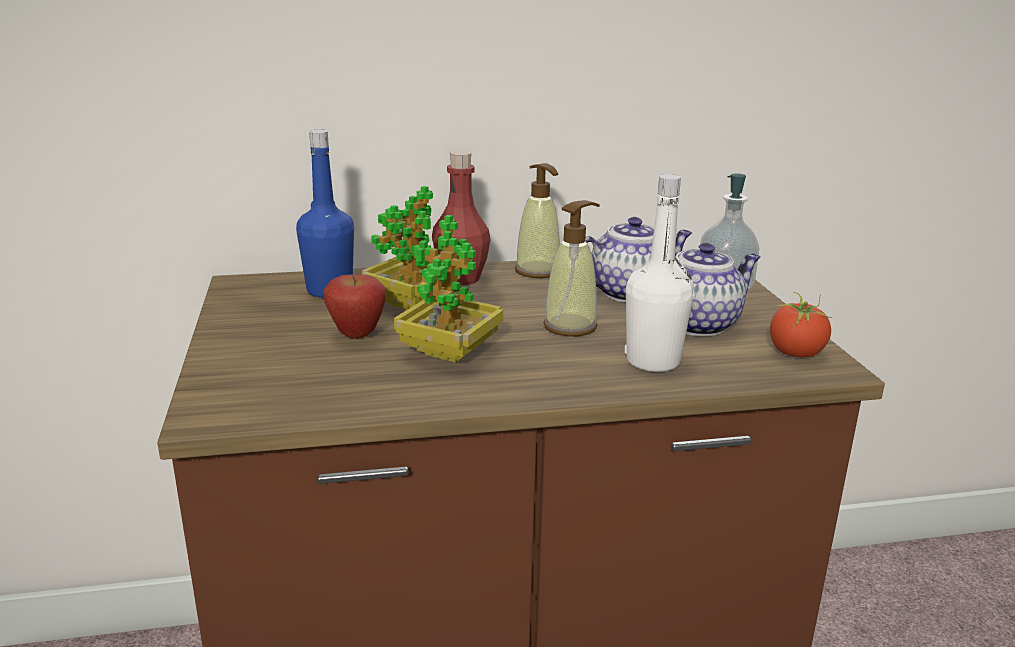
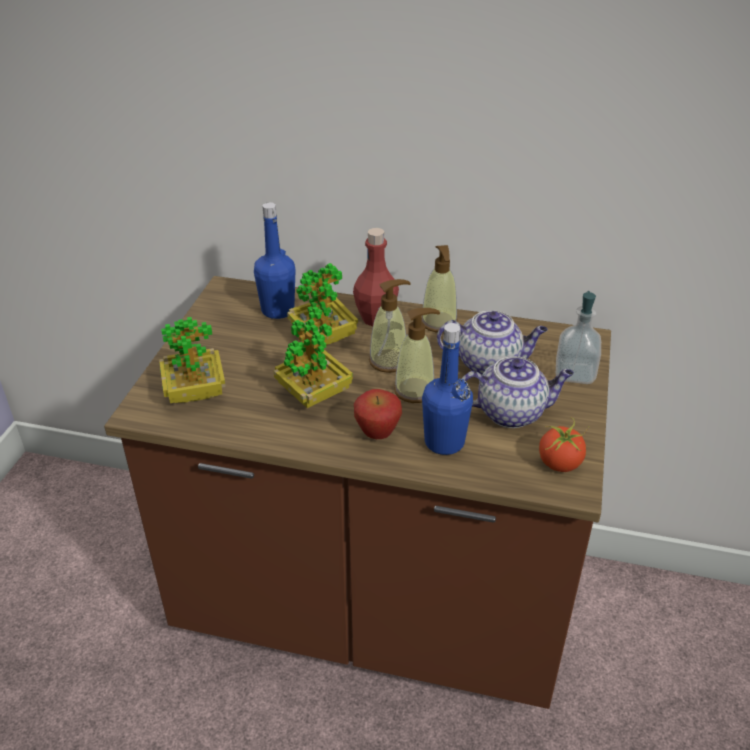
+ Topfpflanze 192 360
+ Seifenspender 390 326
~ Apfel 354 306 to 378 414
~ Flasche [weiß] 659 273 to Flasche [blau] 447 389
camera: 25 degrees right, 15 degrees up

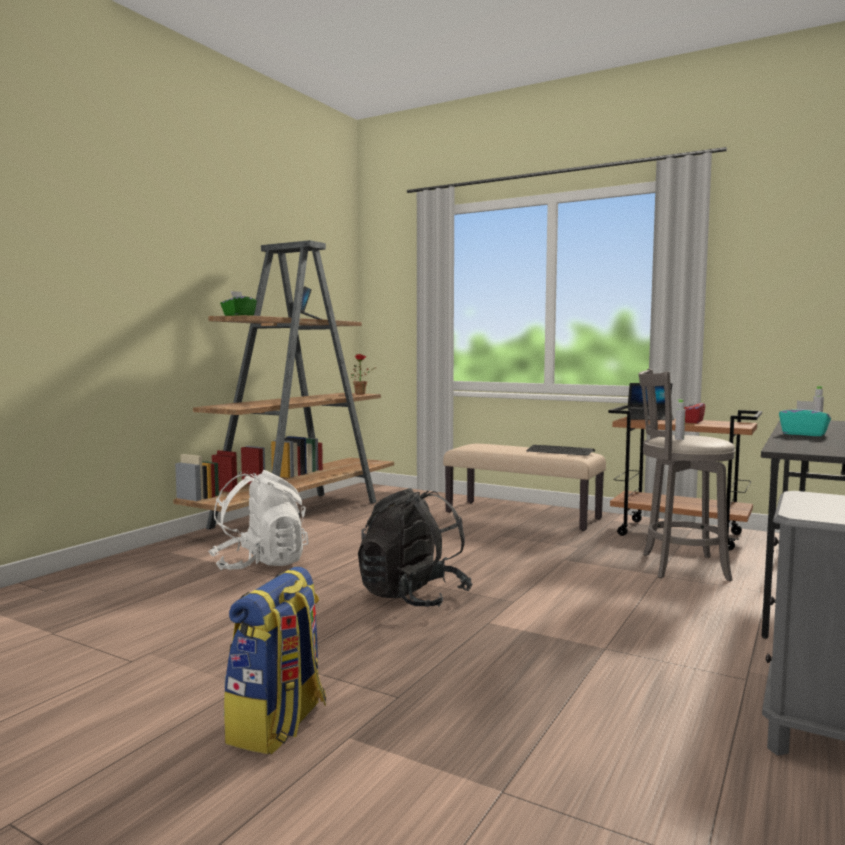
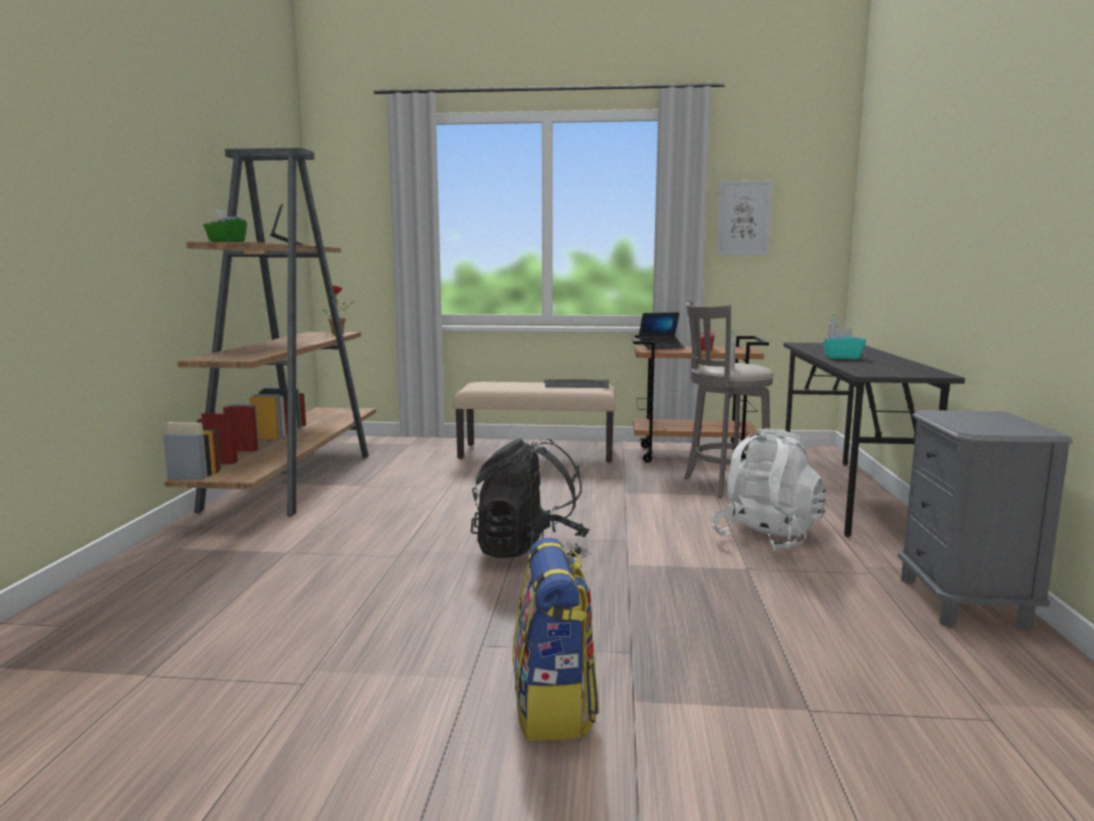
+ Bild 744 218
~ Rucksack [weiß] 258 520 to 768 489
camera: 25 degrees left, 5 degrees up

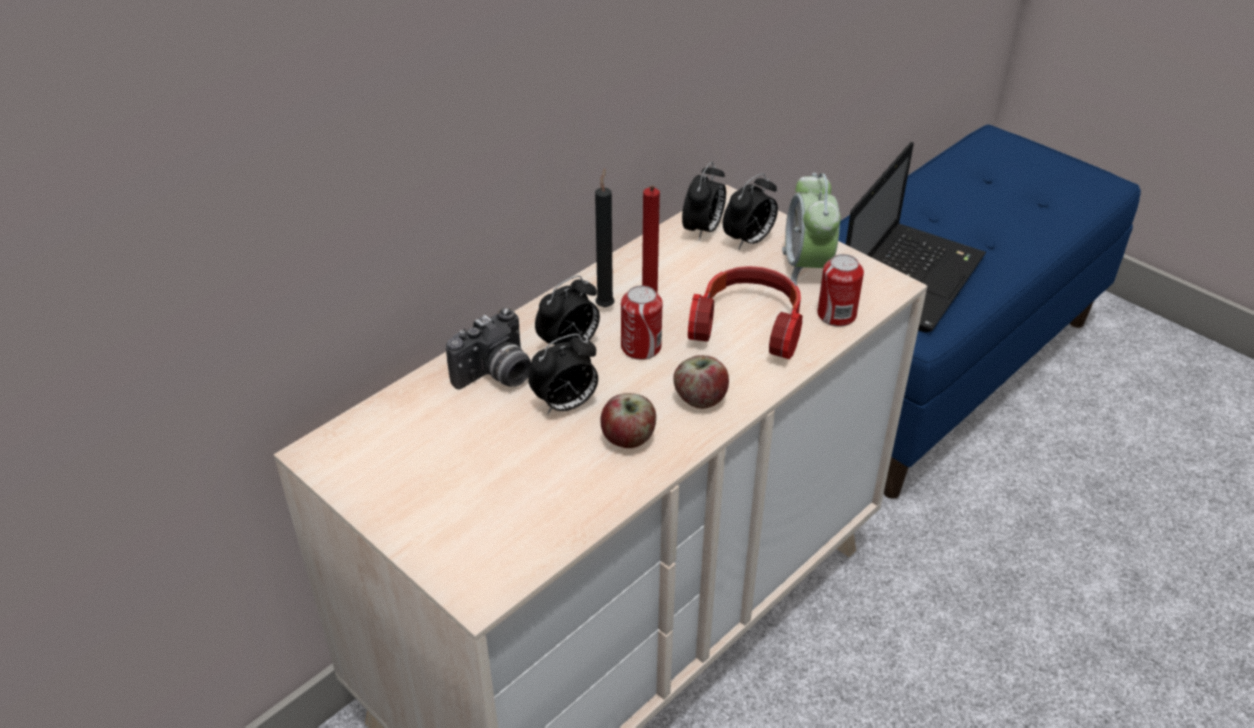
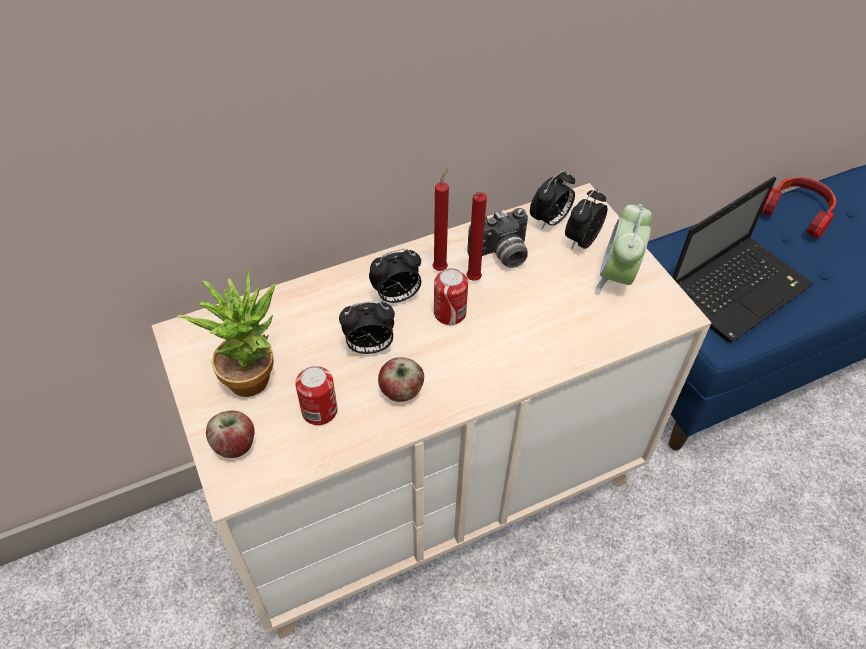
+ Topfpflanze 226 332
~ Kamera 488 349 to 497 238
~ Apfel 701 382 to 230 434
~ Kopfhörer 745 312 to 799 208
~ Dose 840 290 to 316 395
~ Kerze [schwarz] 604 237 to Kerze [rot] 441 219
~ Wecker 750 211 = 586 218 150 degrees clockwise
camera: 20 degrees right, 10 degrees up

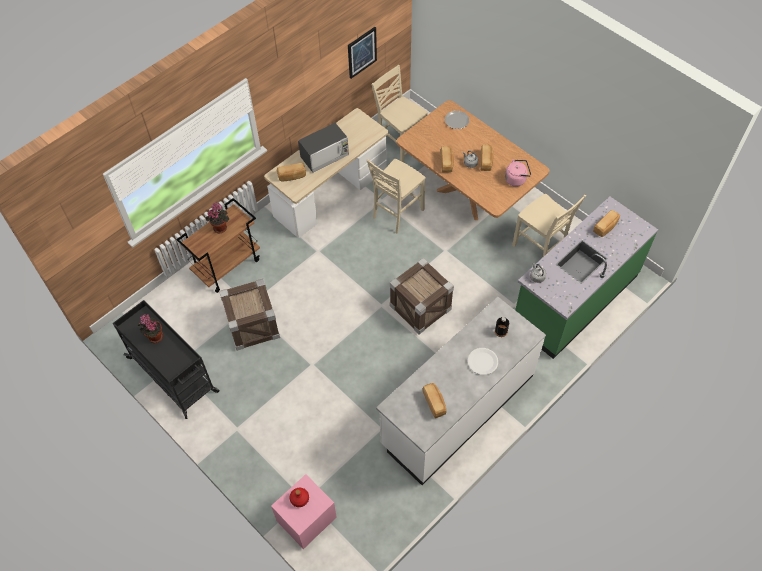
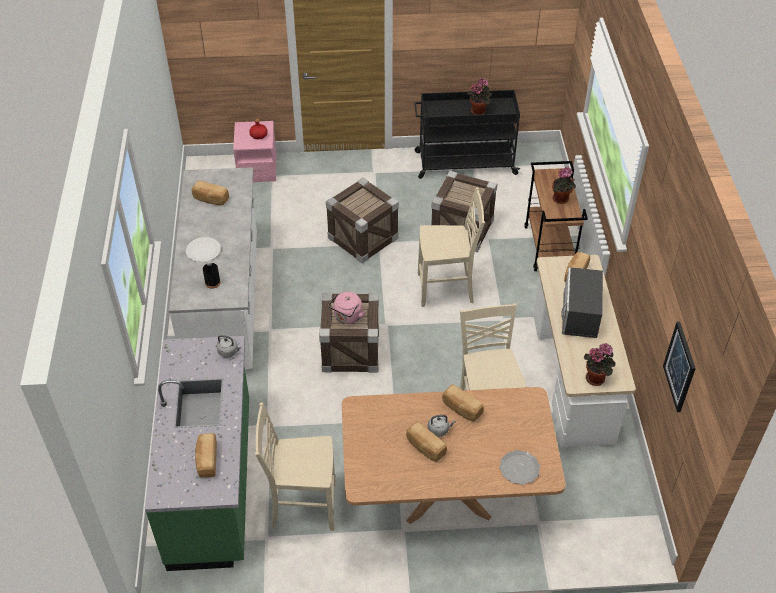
+ Kiste 362 220
+ Topfpflanze 600 364
~ Stuhl [beige] 399 114 to 451 247
~ Wasserkessel [rosa] 518 173 to 346 308
camera: 130 degrees right, 10 degrees down

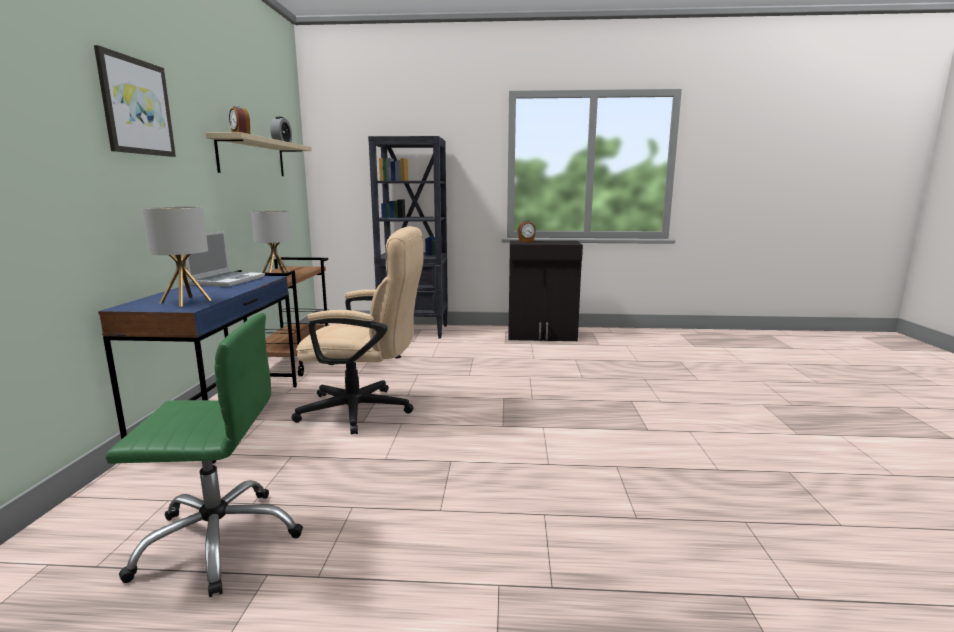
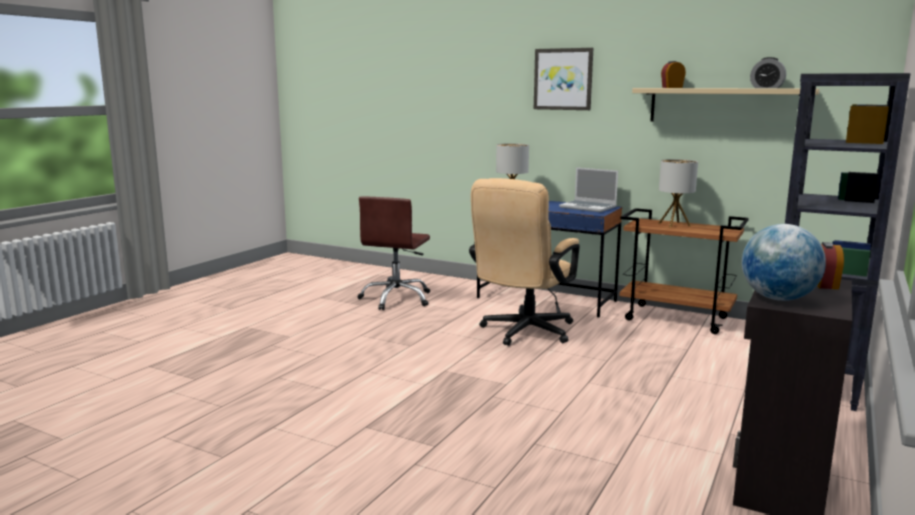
+ Globus 784 262
~ Bürostuhl [grün] 204 455 to Bürostuhl [braun] 393 253
camera: 115 degrees right, 0 degrees up

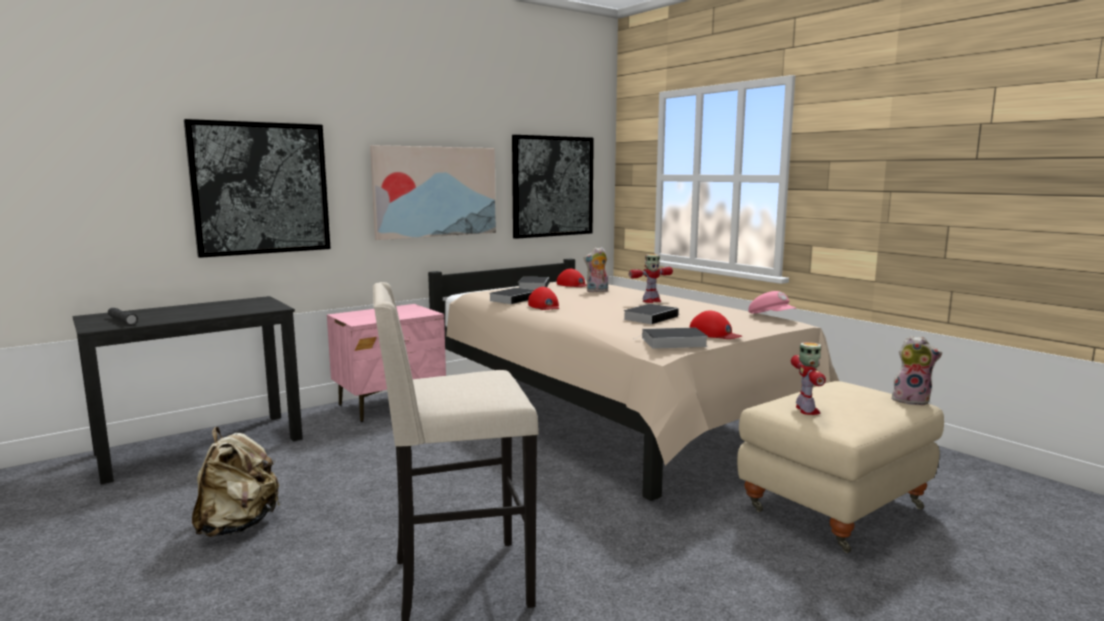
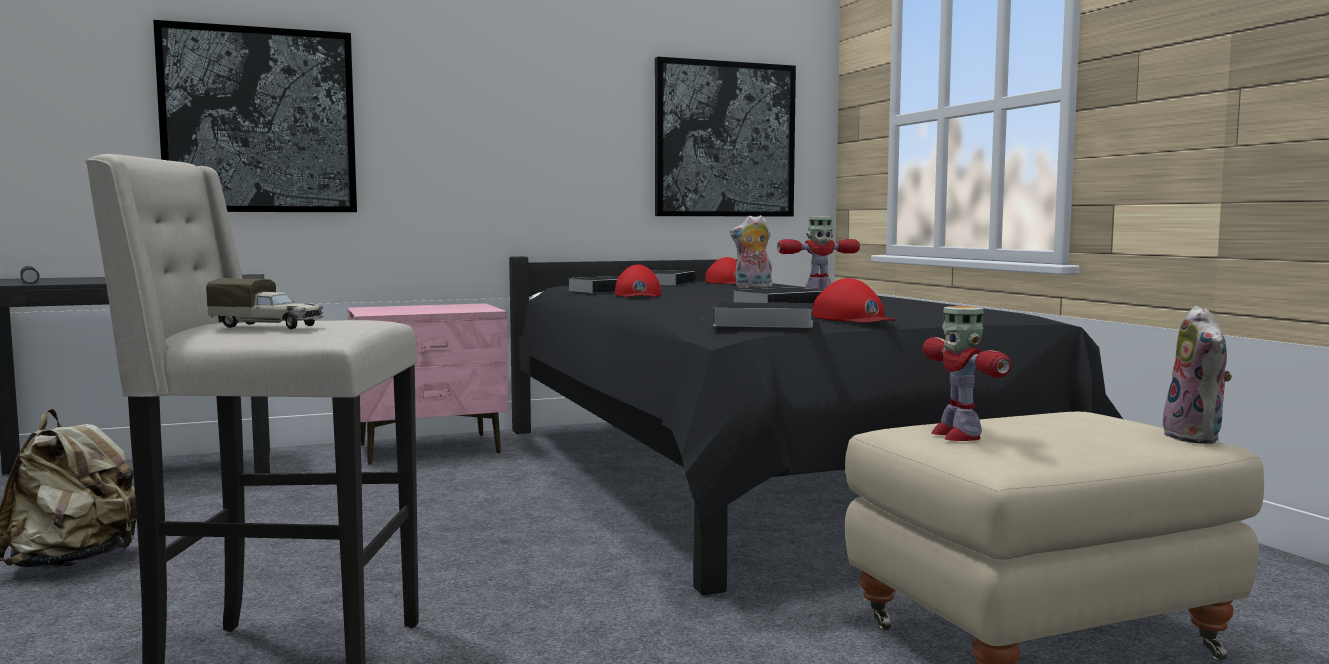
- Bild 433 192
- Kappe [rosa] 772 302
+ Spielzeuglaster 265 303
~ Bett [beige] 633 379 to Bett [schwarz] 816 425
~ Spielzeugroboter 808 378 = 966 373 150 degrees clockwise
~ Plüschtier 917 370 = 1197 375 60 degrees clockwise
camera: 15 degrees right, 5 degrees down

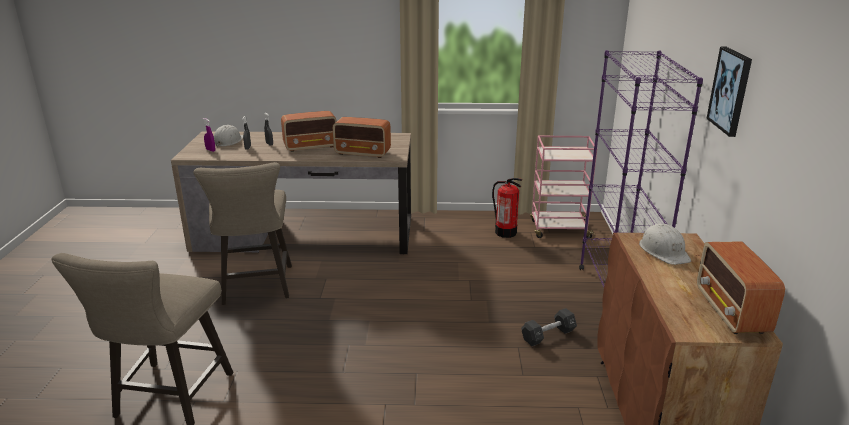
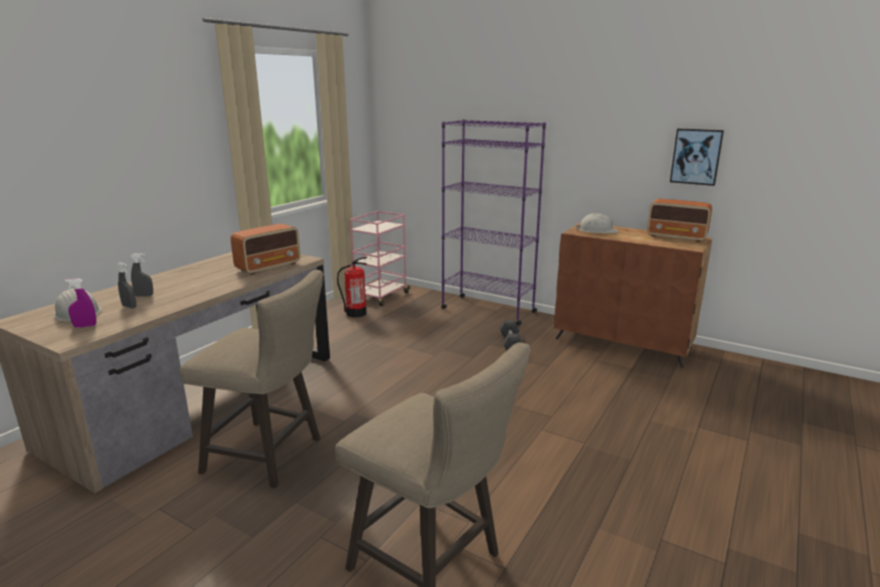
- Radio 309 131
~ Bild 729 92 to 697 157
camera: 60 degrees left, 5 degrees down

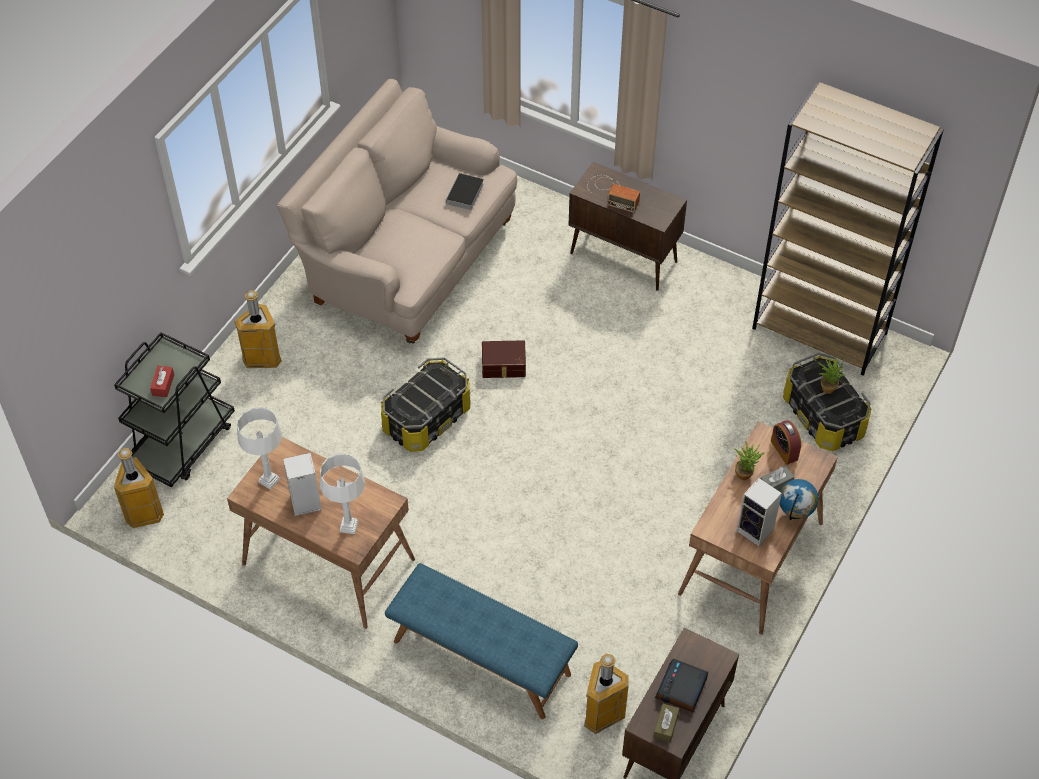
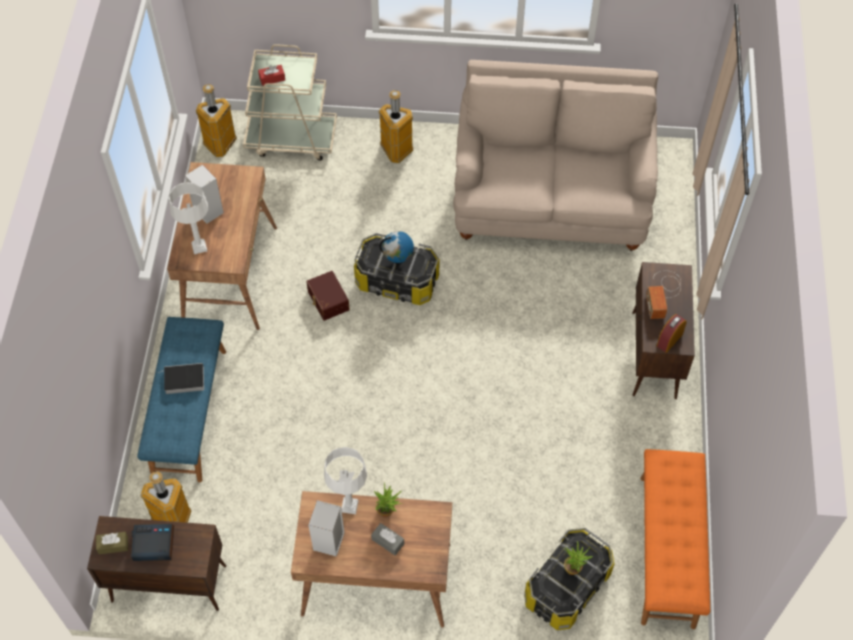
~ Tischlampe [weiß] 259 448 to 345 480
~ Buch 464 191 to 181 378
~ Aufbewahrungsbox [braun] 504 359 to 328 296
~ Wecker 786 442 to 672 333
~ Globus 799 499 to 397 248
~ Bücherregal [braun] 847 229 to Bank [orange] 675 539
~ Rollwagen [schwarz] 174 409 to Rollwagen [beige] 290 102
camera: 65 degrees right, 5 degrees up

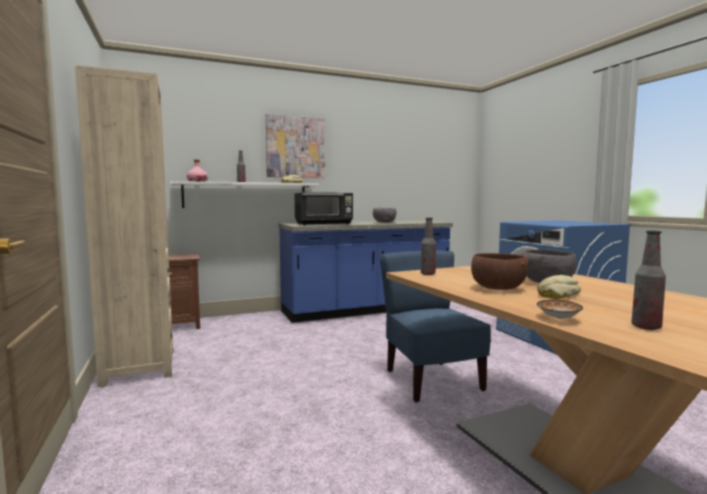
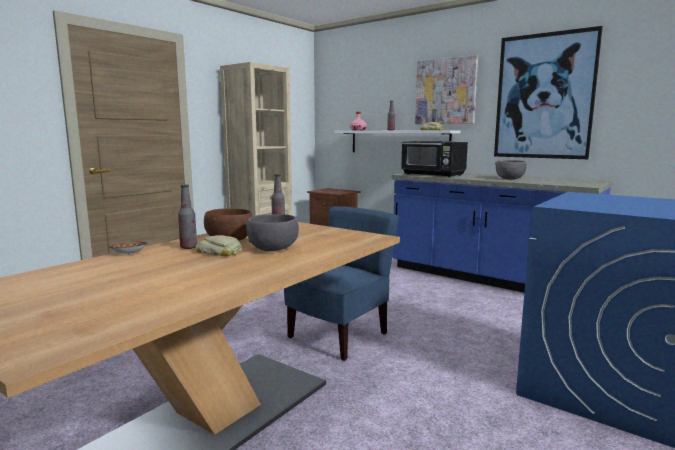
+ Bild 548 92
~ Flasche 648 280 to 187 217
camera: 60 degrees right, 5 degrees up

